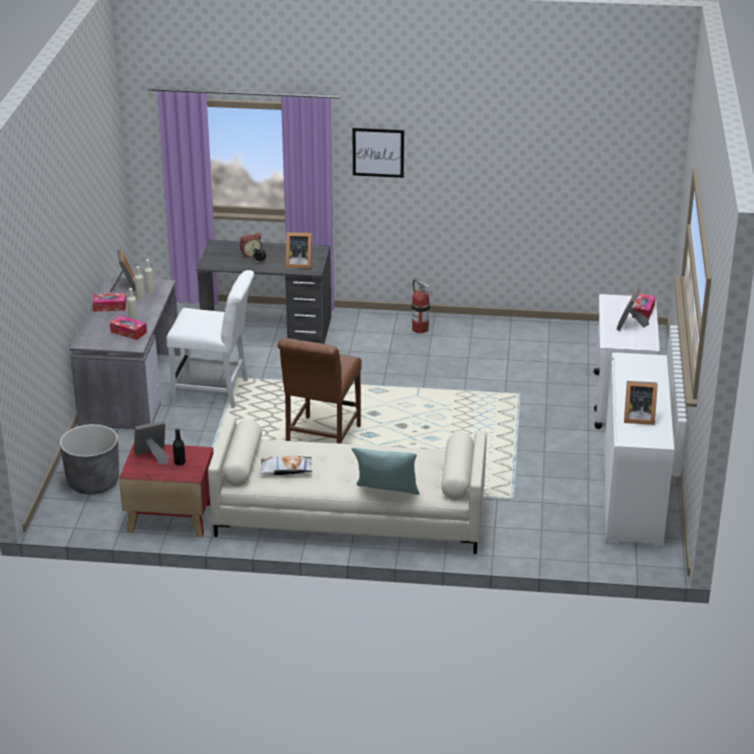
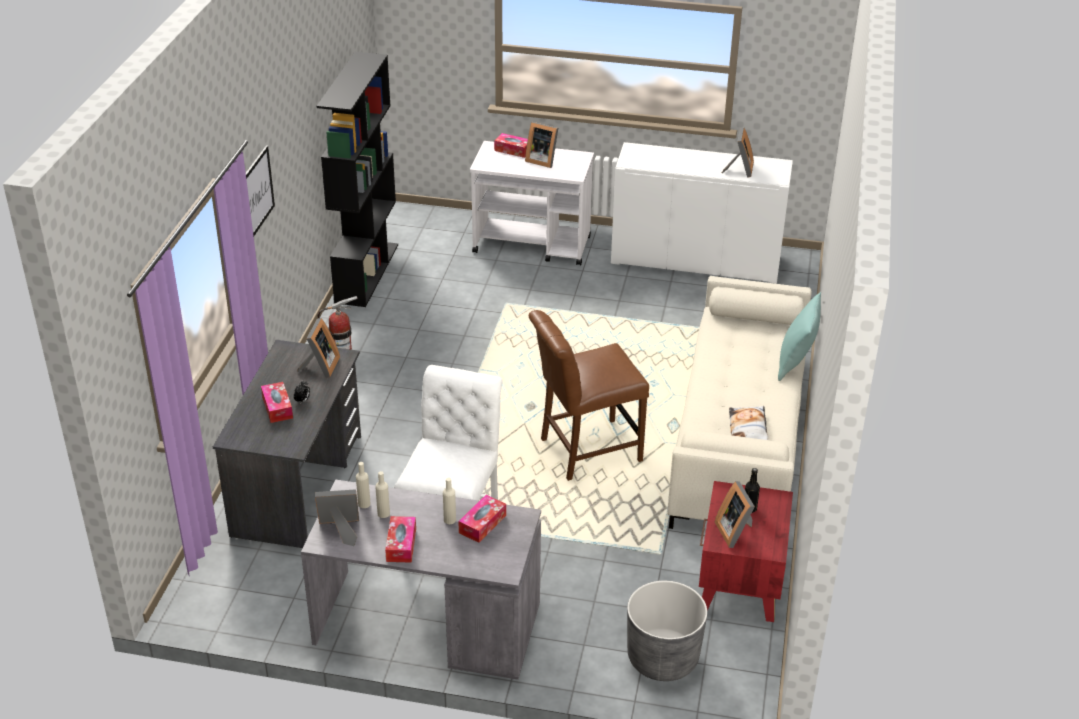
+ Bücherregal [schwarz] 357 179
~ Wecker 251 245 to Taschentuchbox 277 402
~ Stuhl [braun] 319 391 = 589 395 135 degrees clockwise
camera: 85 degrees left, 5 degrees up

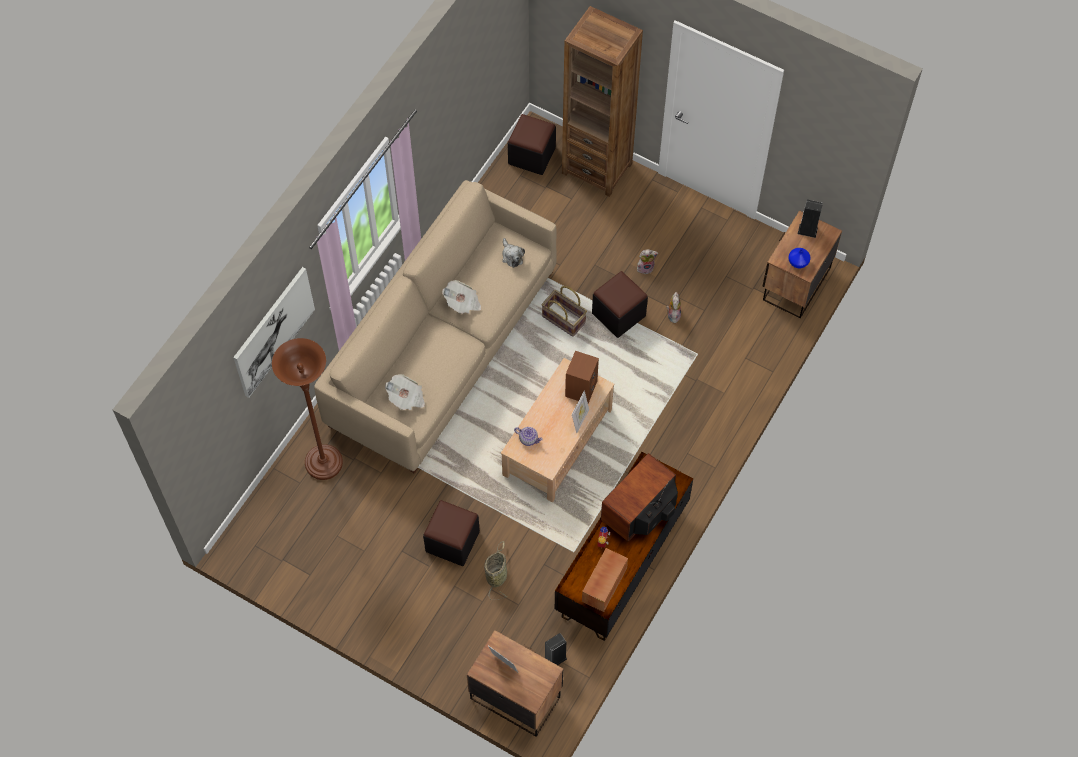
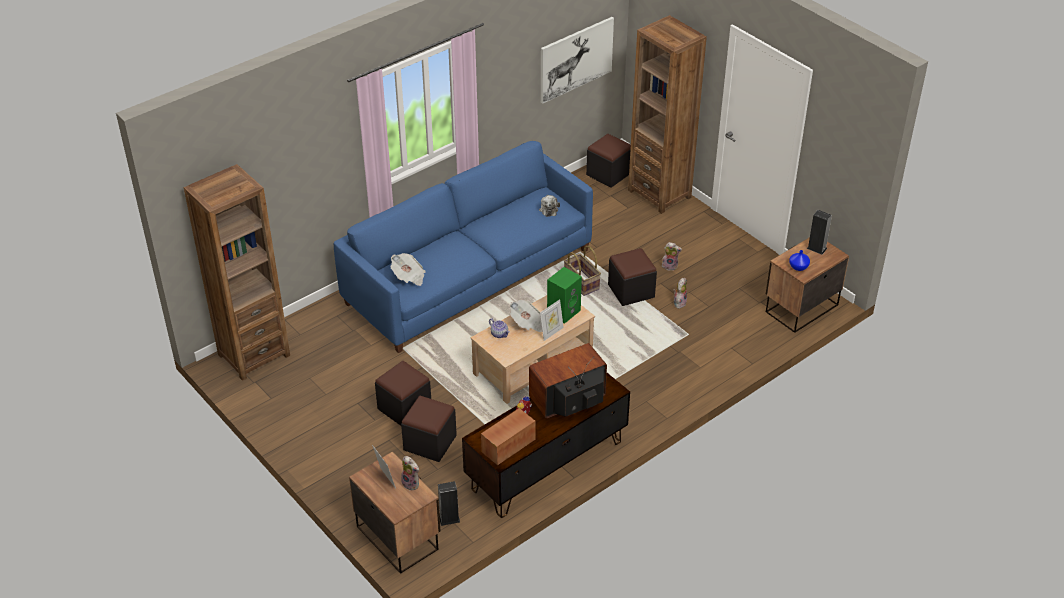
- Stehlampe [braun] 307 409
+ Bücherregal [braun] 237 272
+ Plüschtier 410 473
~ Bild 274 332 to 577 60
~ Zeitung 462 297 to 526 316
~ Korb 496 570 to Polsterhocker [schwarz] 429 429
~ Sofa [beige] 435 327 to Sofa [blau] 463 247
~ Lautsprecher [braun] 582 377 to Lautsprecher [grün] 564 295
camera: 20 degrees right, 20 degrees down

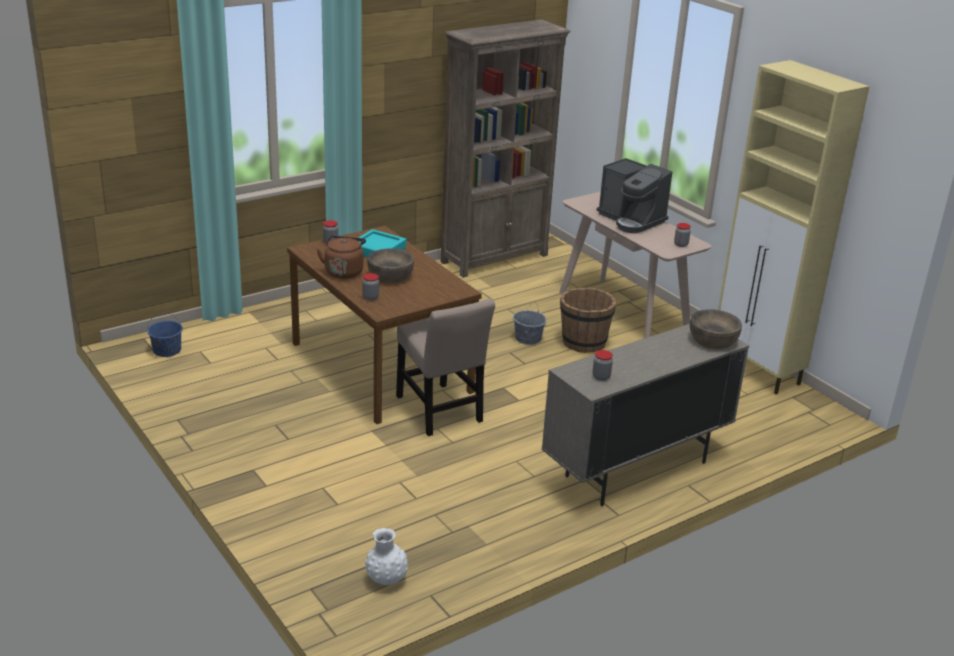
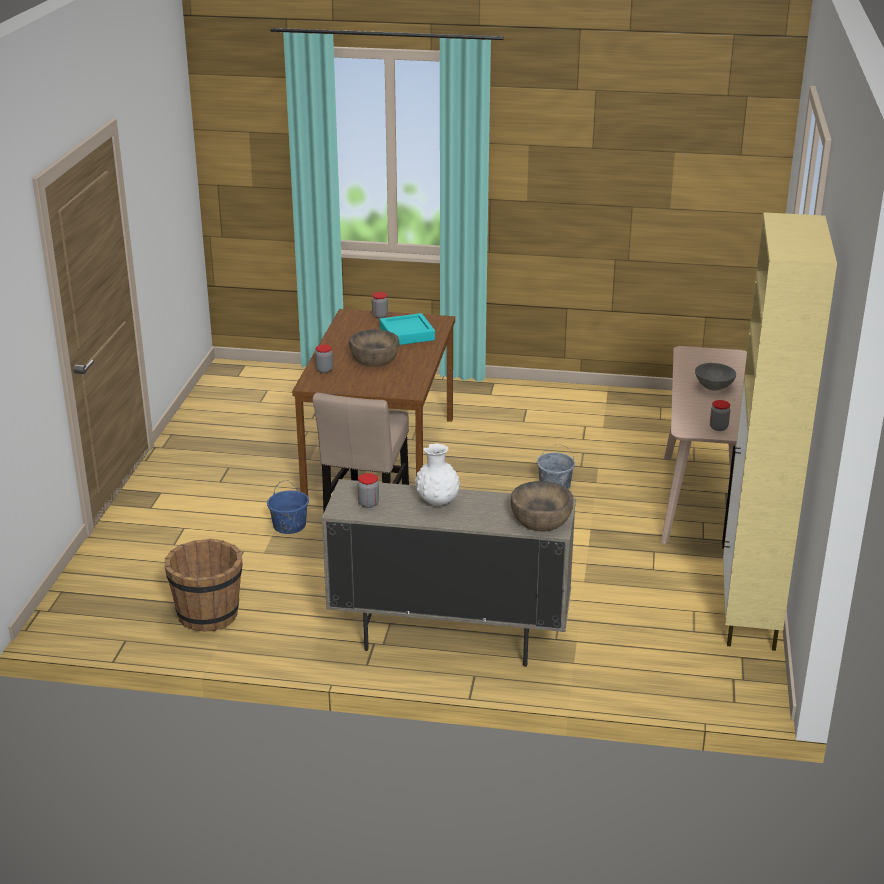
- Wasserkessel [braun] 341 257
- Bücherregal [braun] 506 148
~ Eimer [blau] 165 334 to 288 507
~ Vase [weiß] 386 556 to 437 474
~ Eimer [braun] 588 320 to 203 585
~ Kaffeemaschine 634 195 to Schüssel [grau] 715 376
camera: 45 degrees right, 0 degrees up

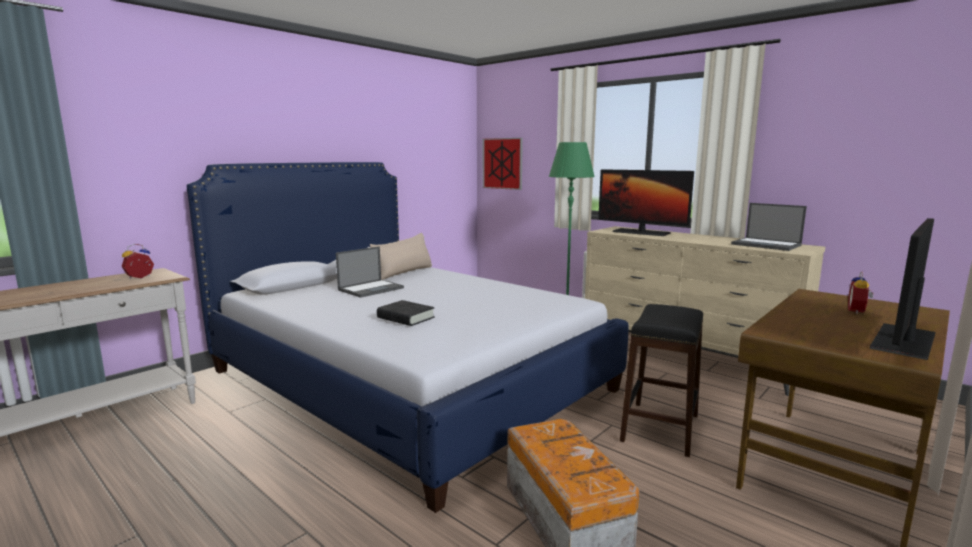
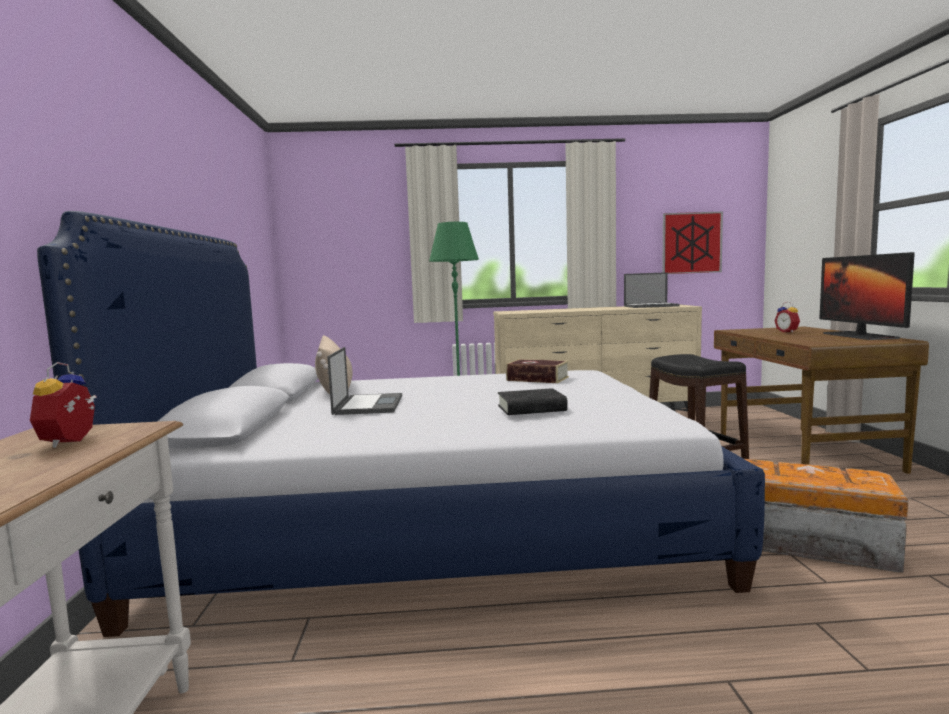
- Monitor 646 202
+ Buch 537 371
~ Bild 503 164 to 692 243
camera: 45 degrees left, 5 degrees down

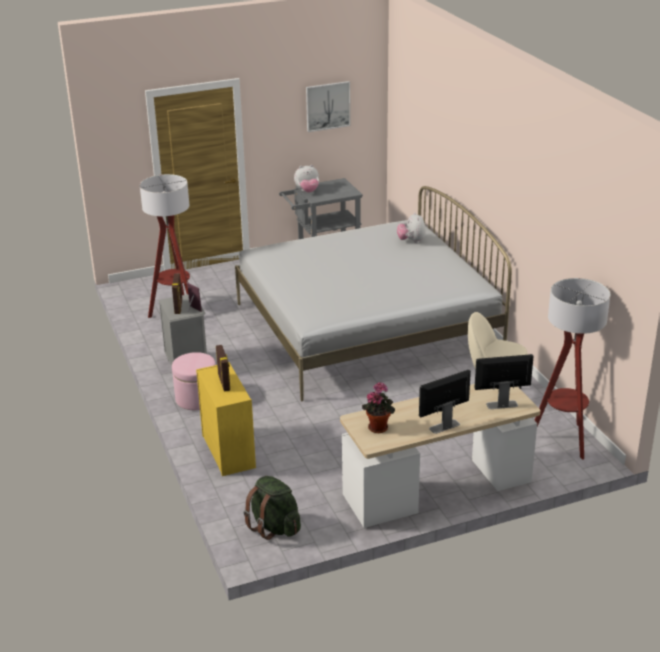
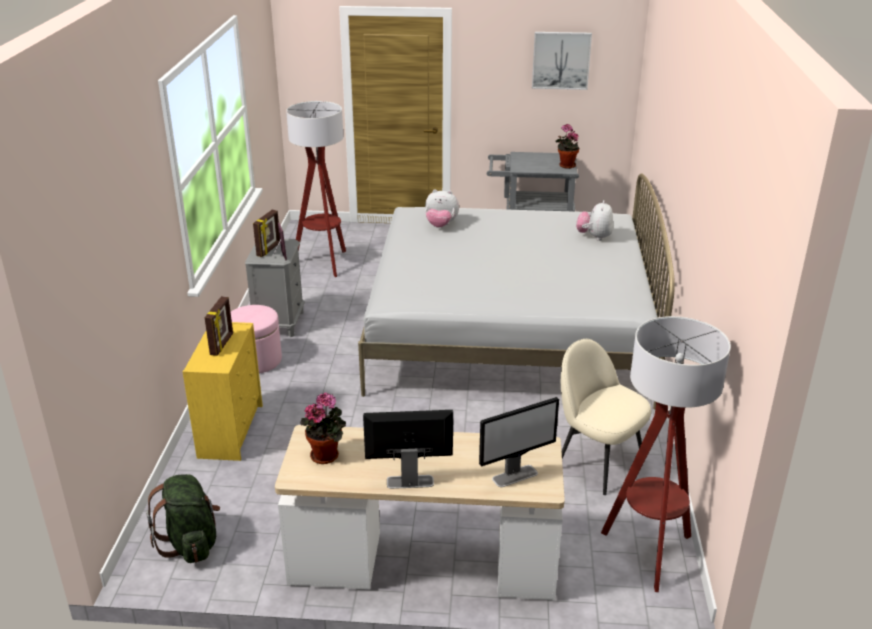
+ Topfpflanze 567 146
~ Plüschtier 306 179 to 442 208
~ Monitor 504 381 = 519 442 135 degrees clockwise
camera: 25 degrees right, 0 degrees up

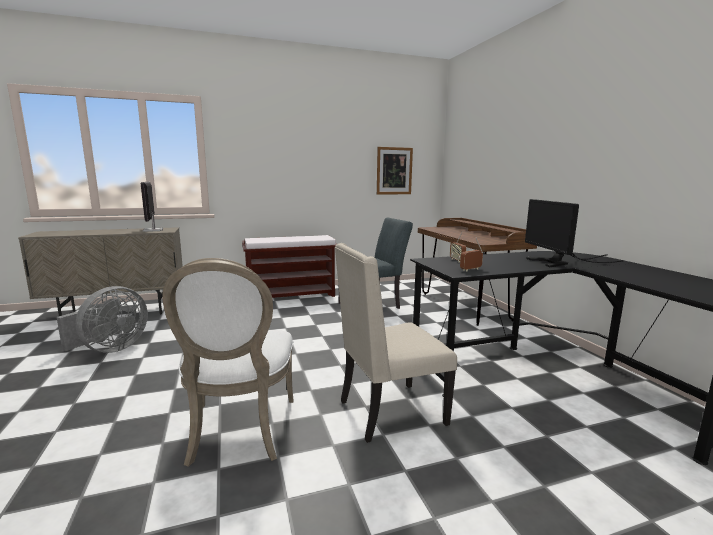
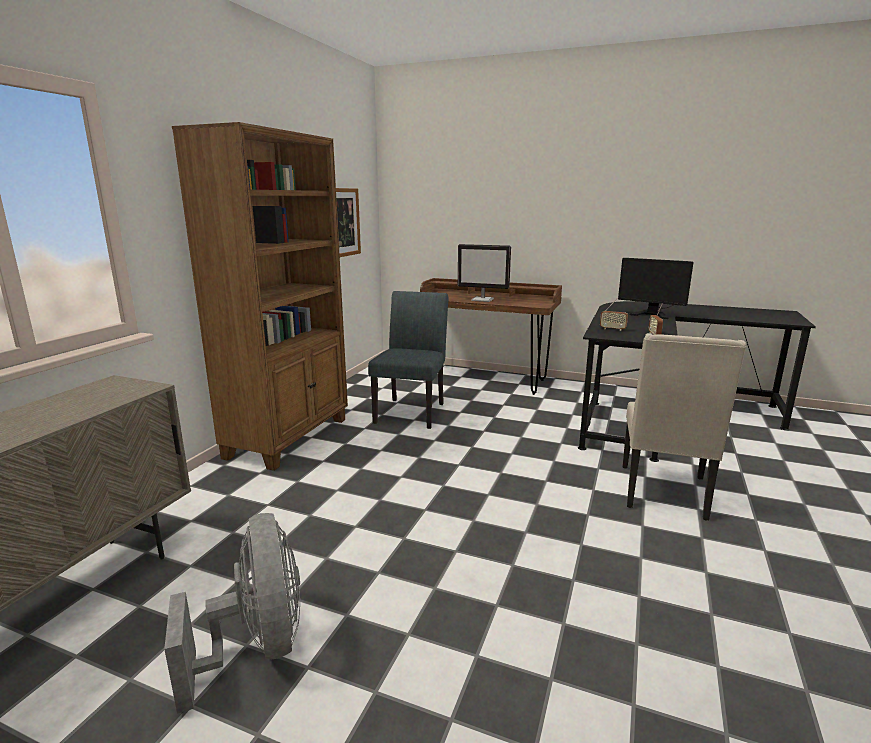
- Stuhl [weiß] 228 362
~ Monitor 151 207 to 484 273
~ Bank [braun] 289 266 to Bücherregal [braun] 260 296
camera: 50 degrees left, 5 degrees up

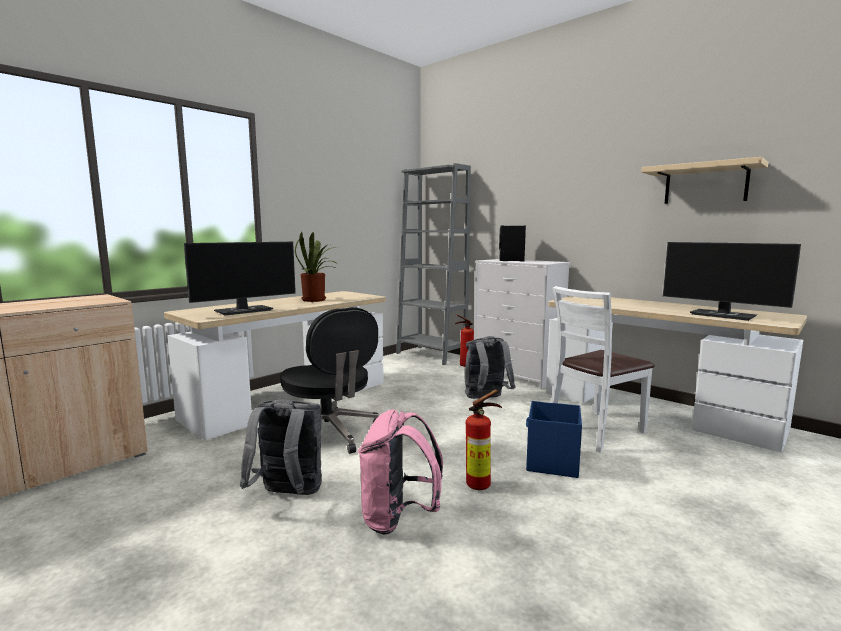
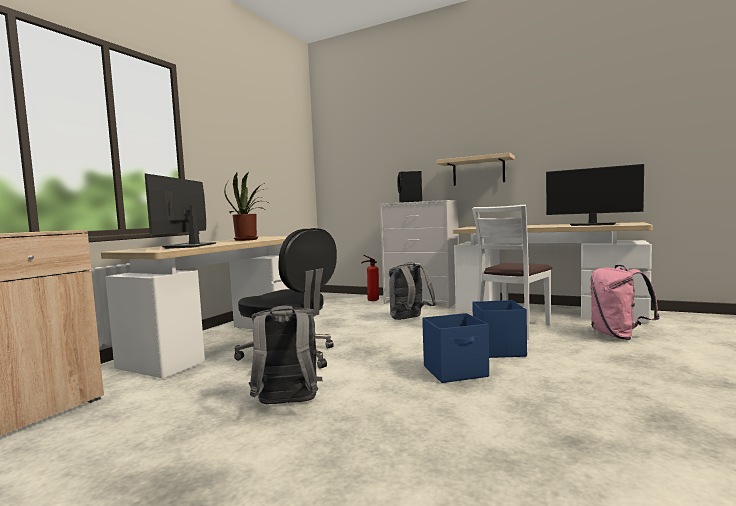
- Bücherregal [grau] 433 264
~ Rucksack [rosa] 400 472 to 625 302
~ Wandregal [beige] 704 180 to 475 169
~ Feuerlöscher 484 439 to Aufbewahrungsbox [blau] 455 348
~ Monitor 240 278 = 180 211 150 degrees clockwise
camera: 15 degrees left, 5 degrees down

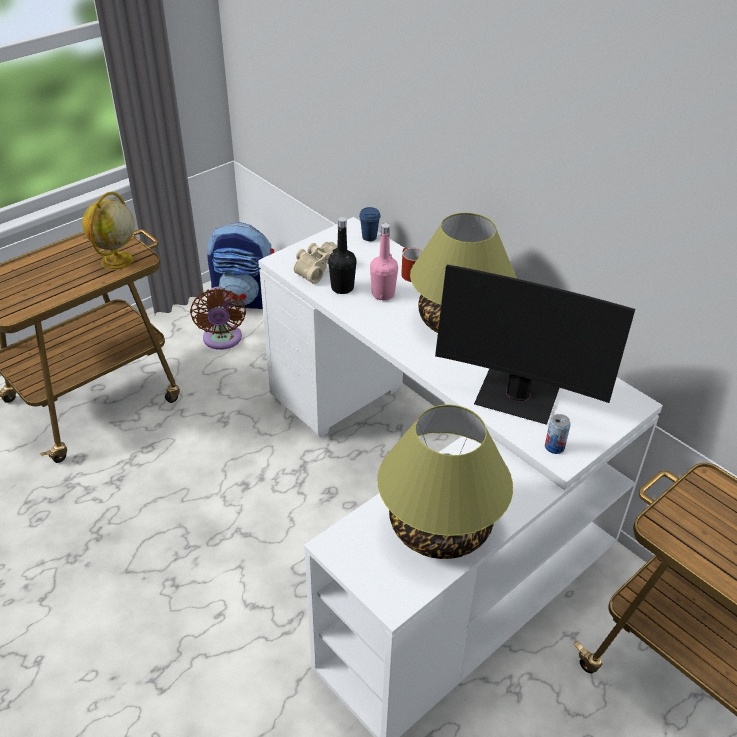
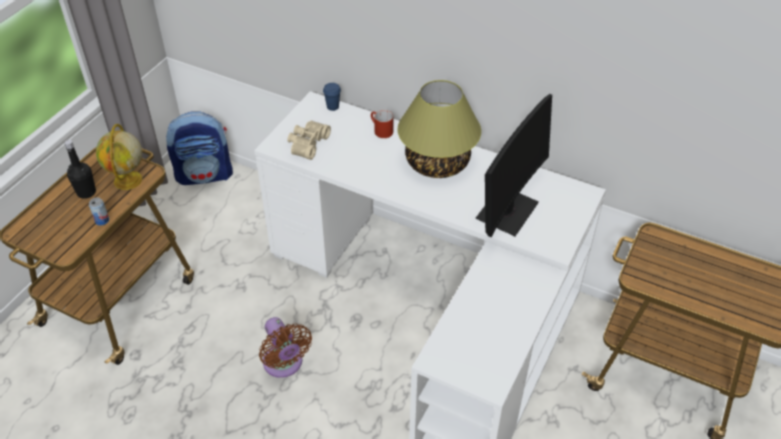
- Flasche [rosa] 384 261
- Tischlampe 445 481
~ Ventilator [braun] 218 318 to 285 347
~ Flasche [schwarz] 342 255 to 80 169
~ Dose 558 434 to 99 211
~ Monitor 535 345 = 514 165 60 degrees counterclockwise
camera: 20 degrees left, 5 degrees up

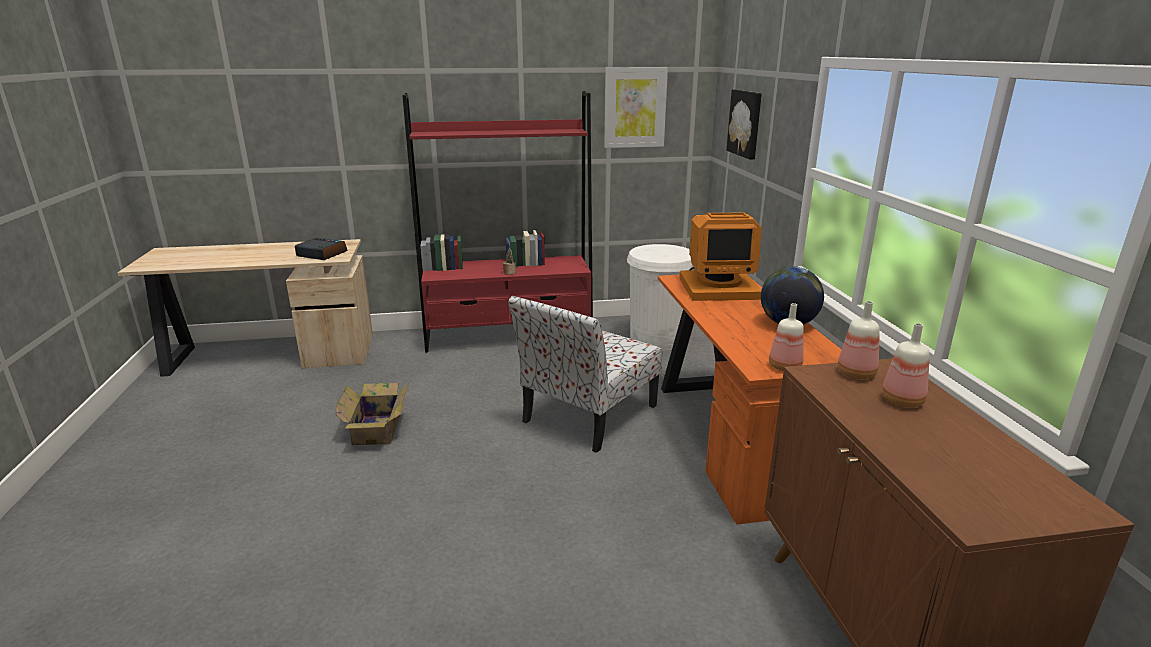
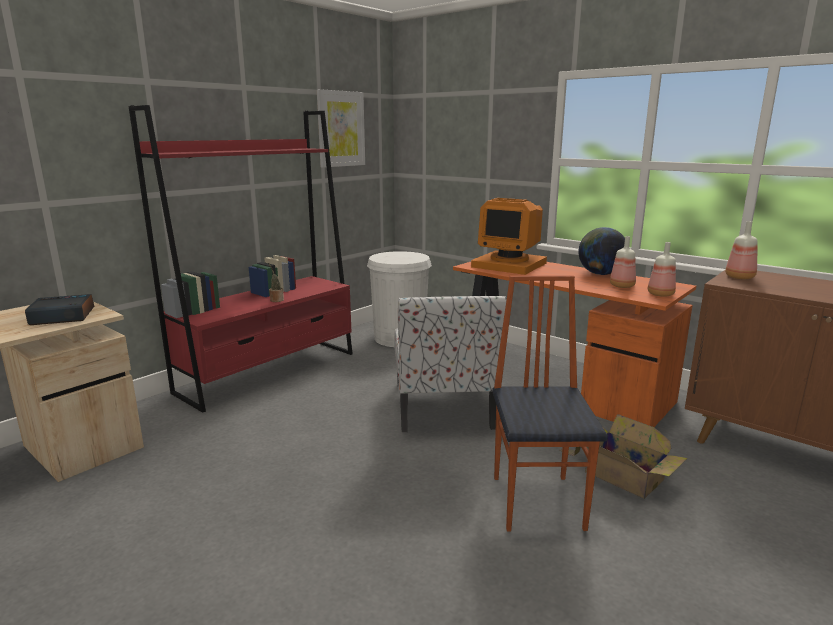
- Bild 744 124
+ Stuhl 550 404
~ Karton 372 413 to 623 456
~ Flasche 906 365 to 623 262
~ Monitor 720 256 = 509 236 75 degrees clockwise
camera: 40 degrees left, 5 degrees down

